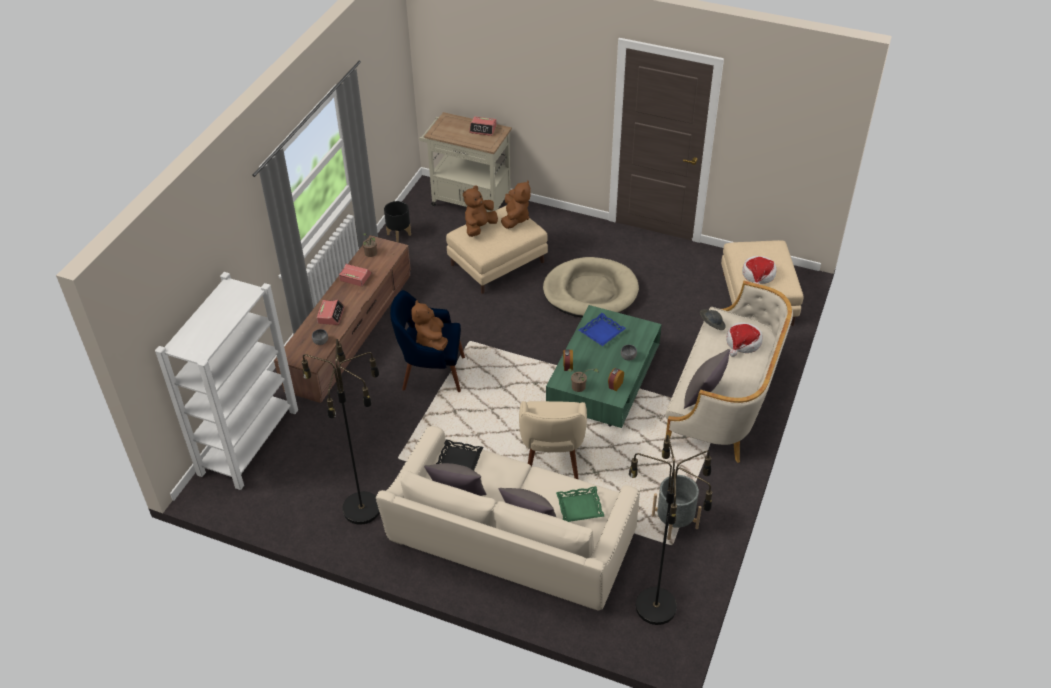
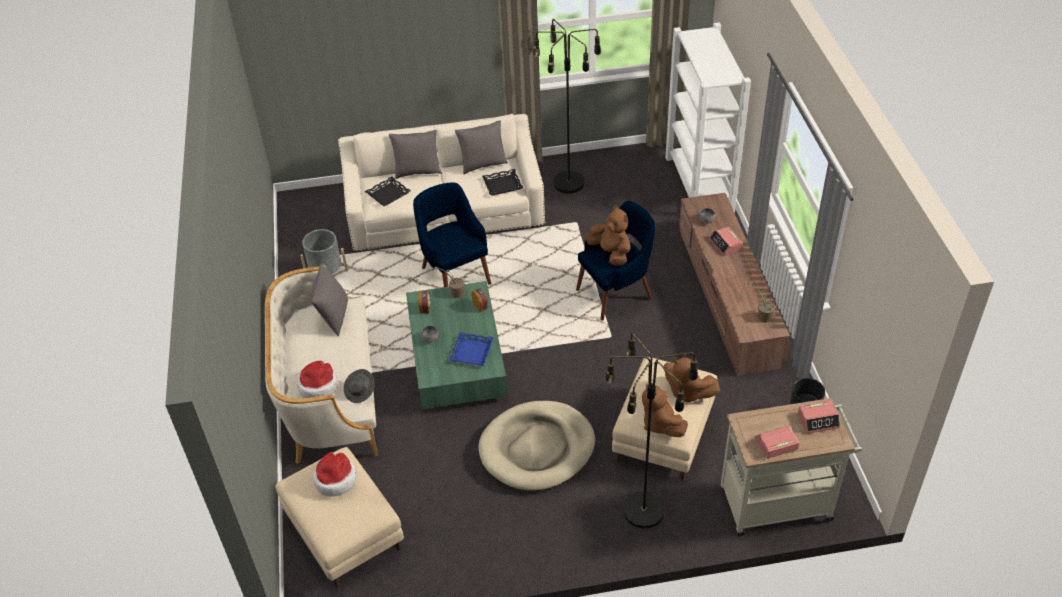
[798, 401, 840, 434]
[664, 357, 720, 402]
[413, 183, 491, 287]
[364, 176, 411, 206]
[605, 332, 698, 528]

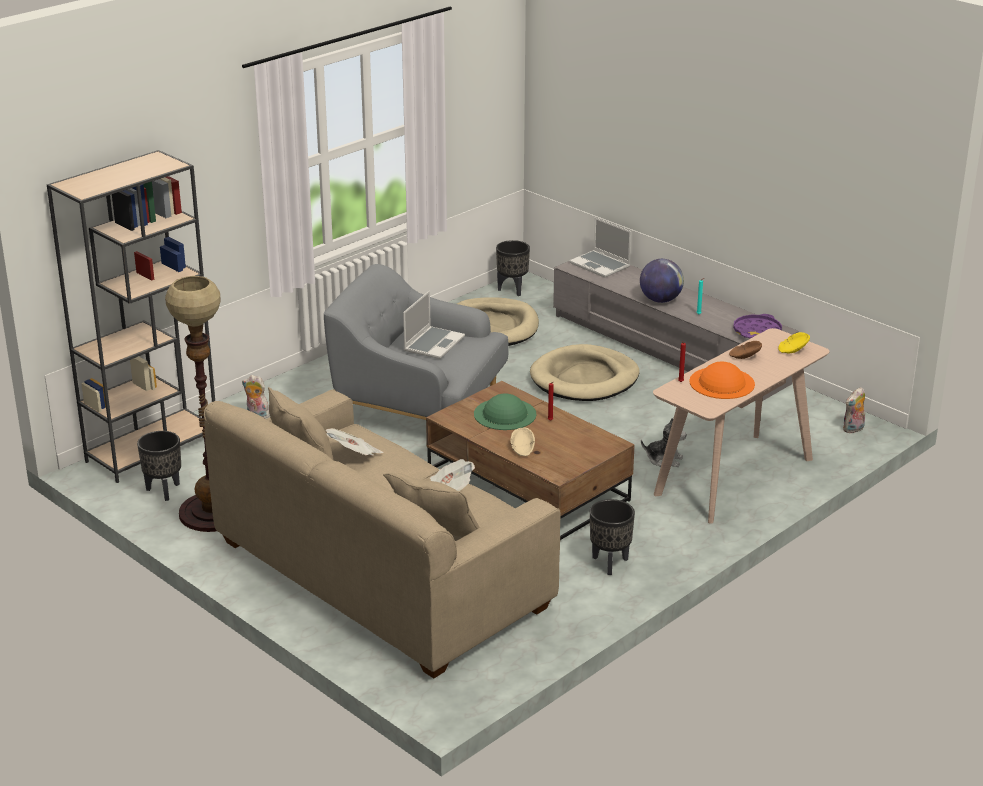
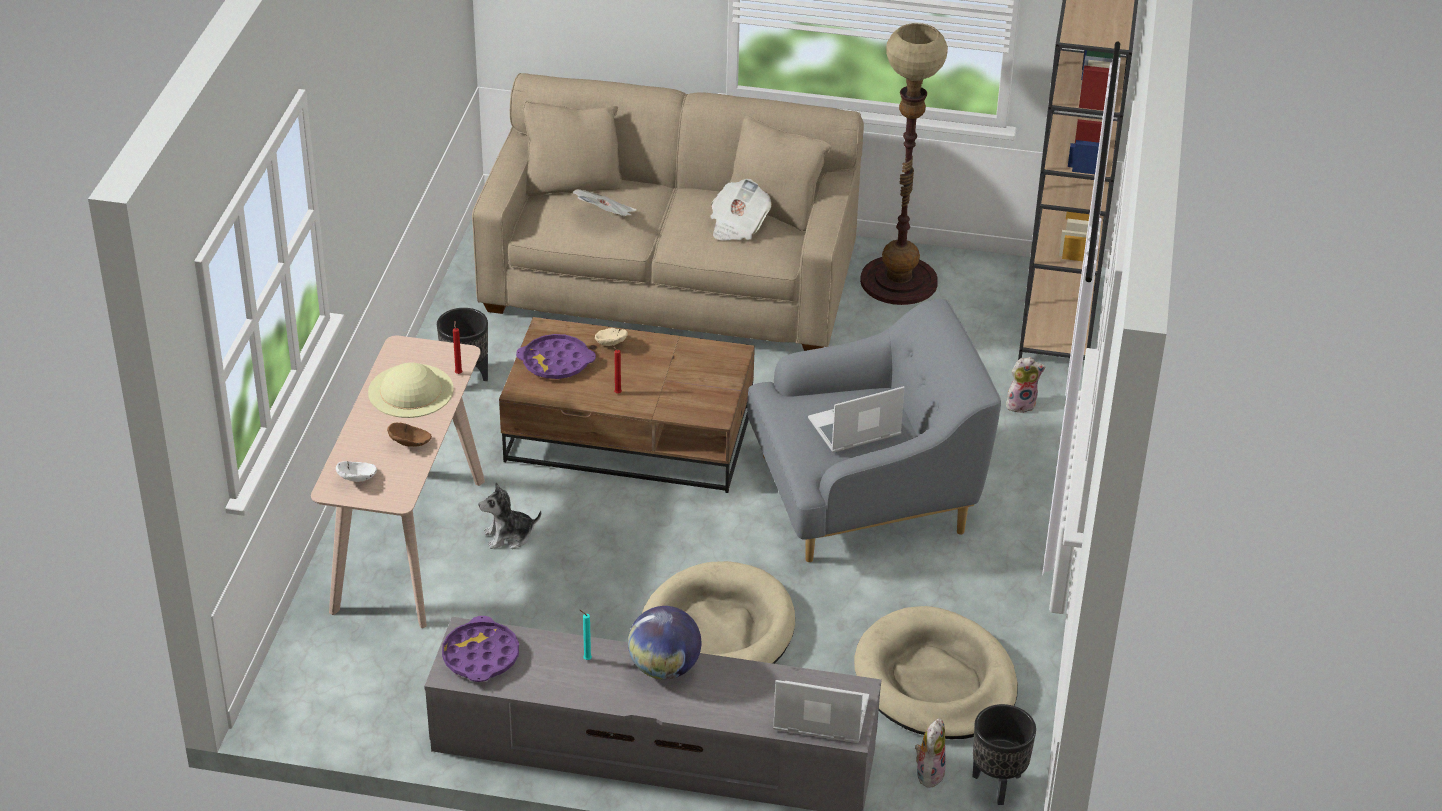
[137, 431, 181, 501] (first image)
[808, 386, 905, 452]
[474, 394, 536, 430] (first image)
[368, 363, 454, 418]
[336, 461, 377, 482]
[915, 718, 946, 788]
[516, 334, 596, 379]

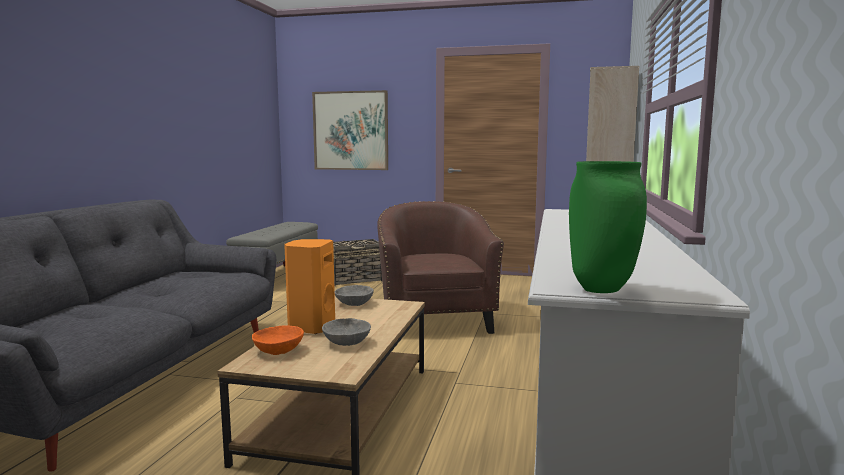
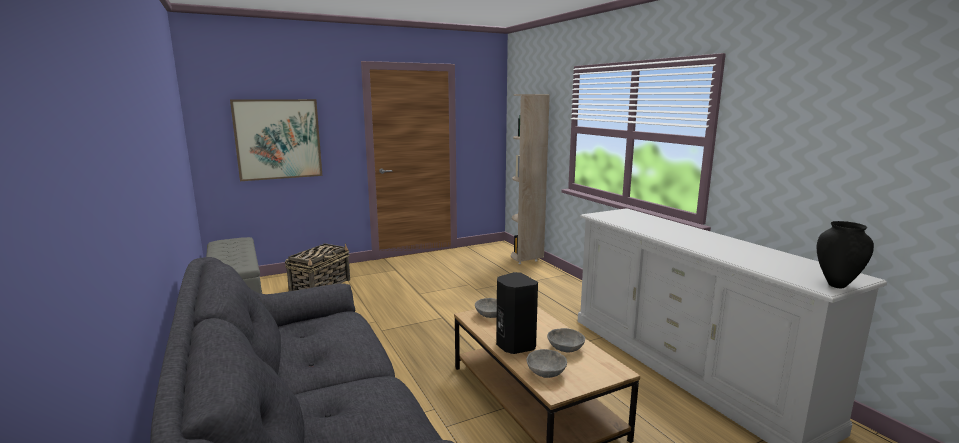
[526, 349, 567, 378]
[496, 272, 538, 354]
[377, 201, 504, 334] (first image)
[817, 221, 874, 288]

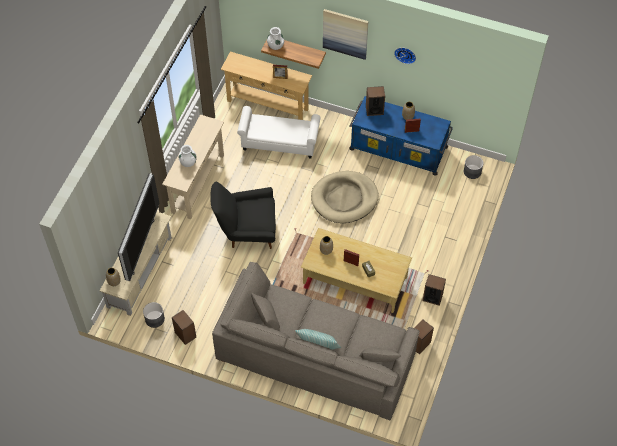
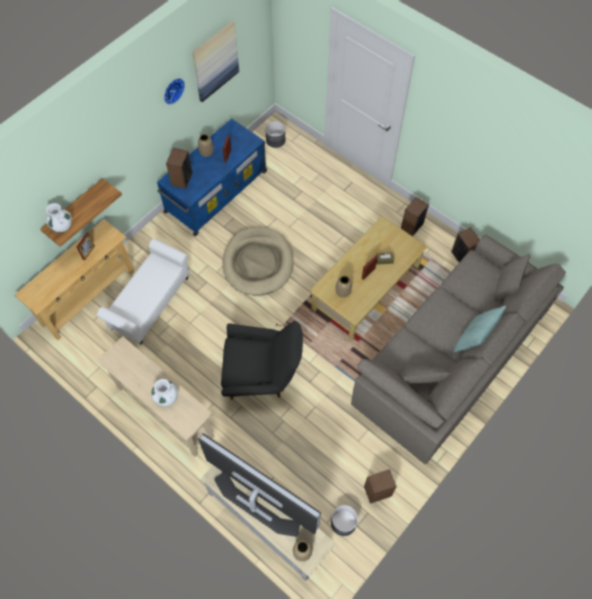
[221, 321, 303, 400]
[192, 21, 239, 102]

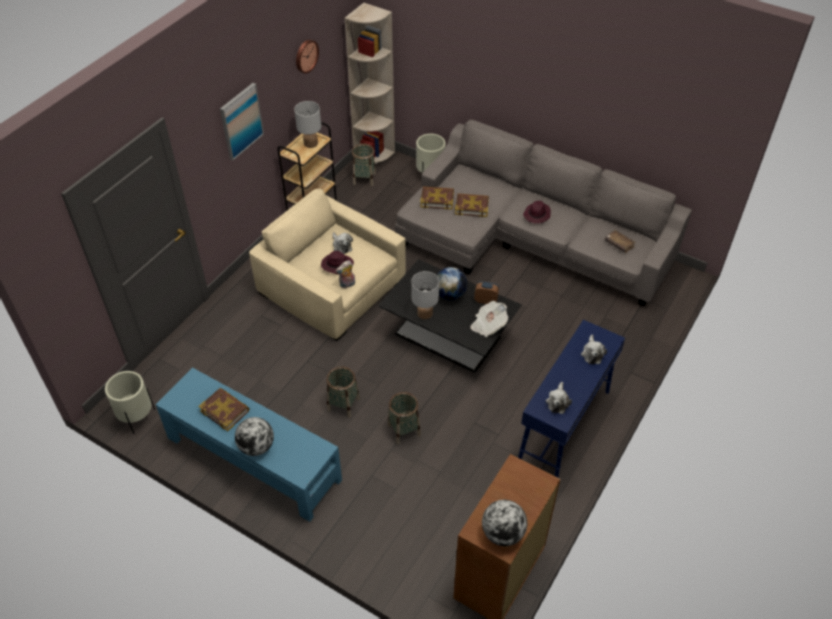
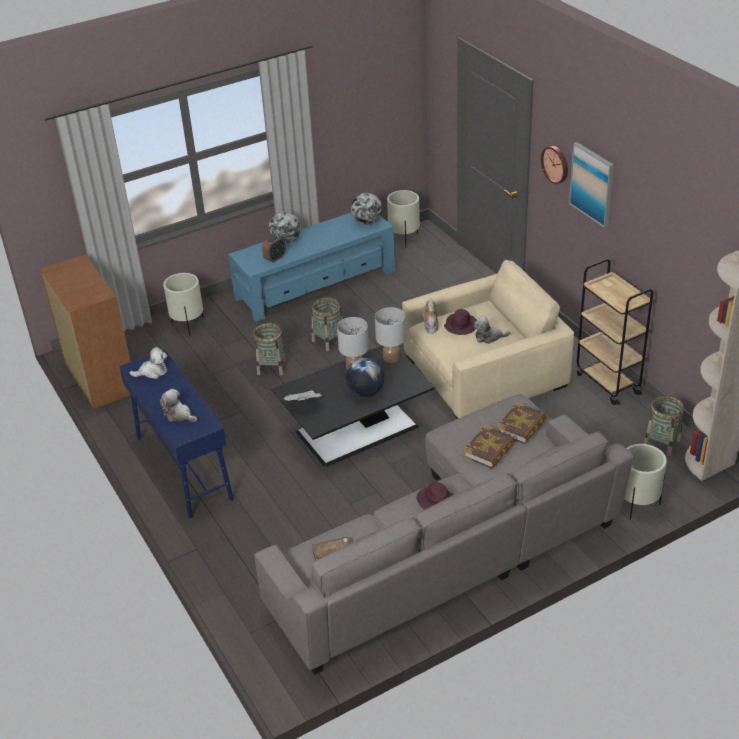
[198, 388, 249, 431] (first image)
[375, 307, 406, 363]
[541, 146, 568, 184]
[262, 235, 286, 262]
[351, 193, 382, 225]
[129, 347, 167, 379]
[163, 273, 203, 336]

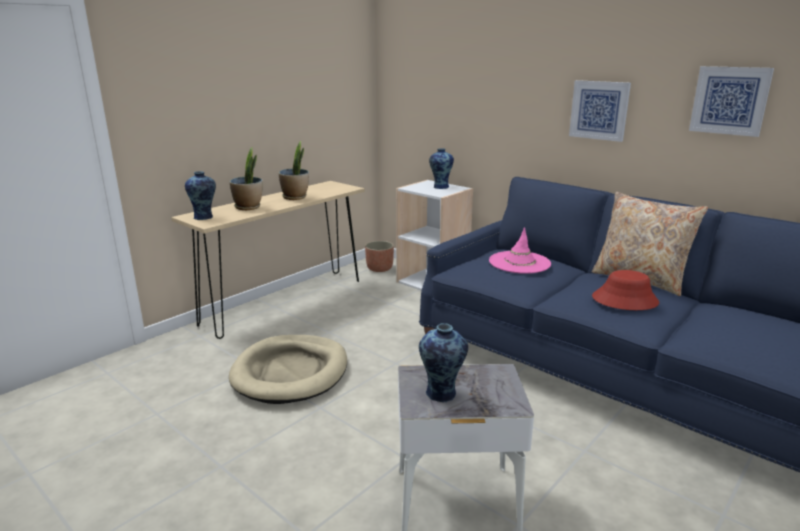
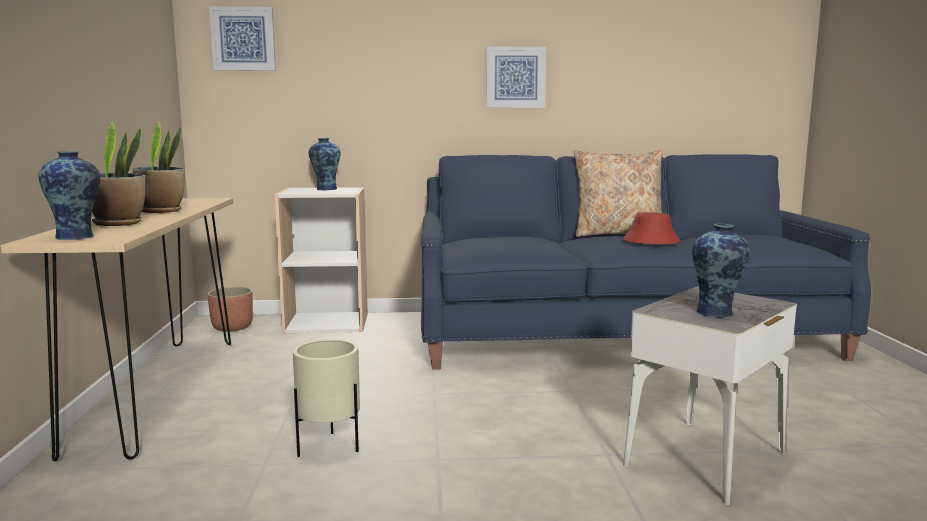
[293, 339, 360, 457]
[489, 227, 551, 274] (first image)
[209, 6, 276, 71]

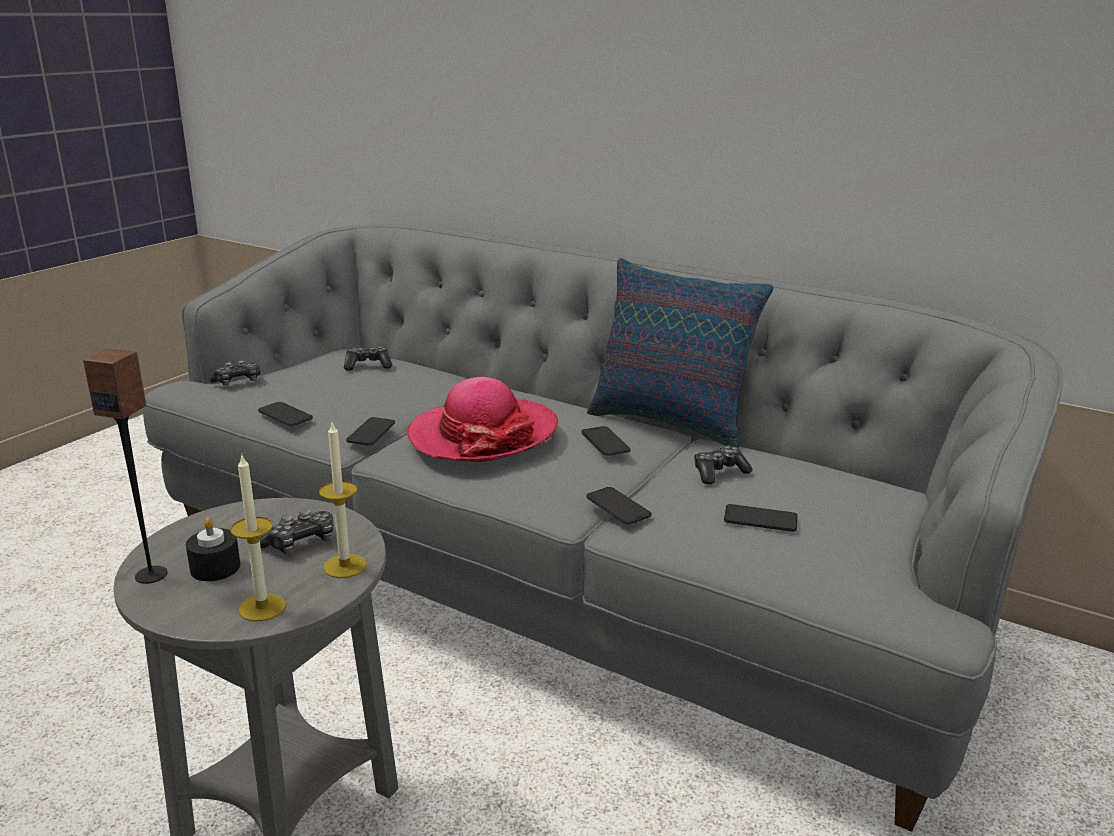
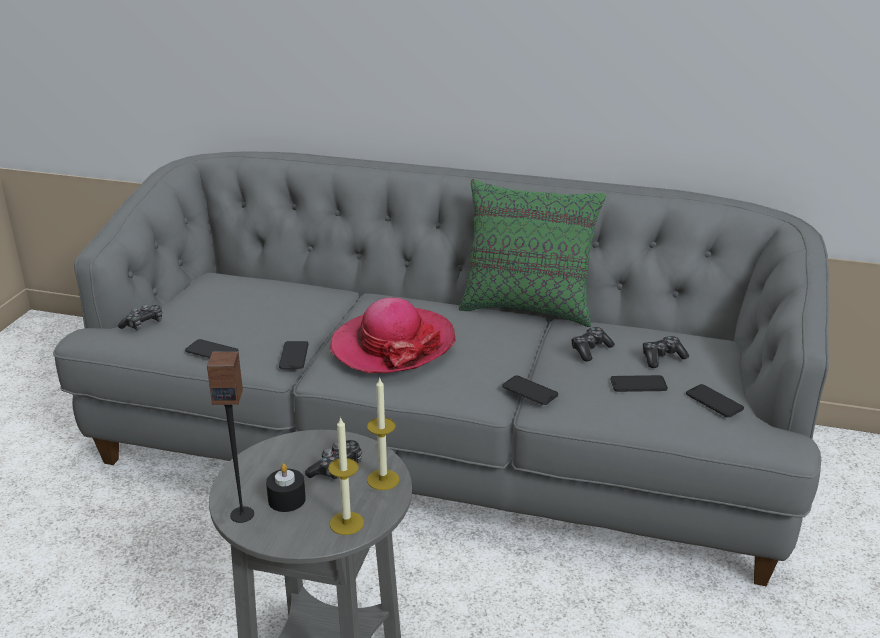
[643, 336, 689, 368]
[686, 384, 744, 417]
[459, 179, 606, 327]

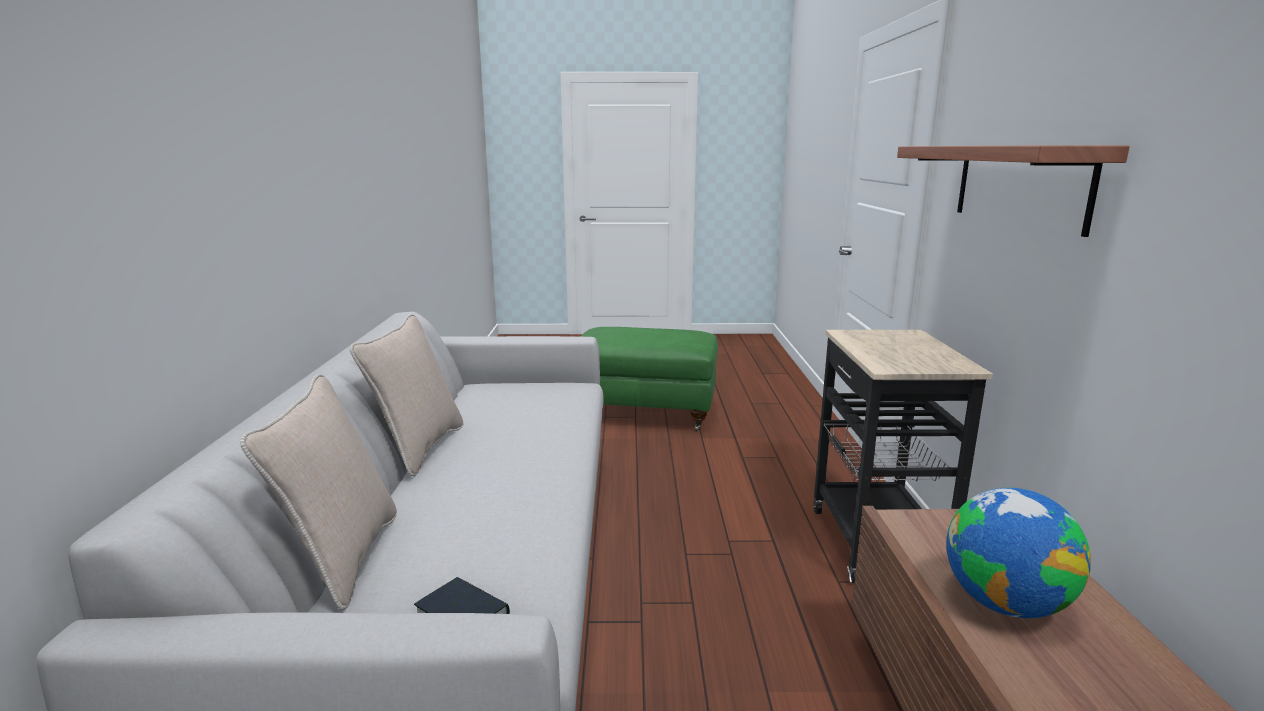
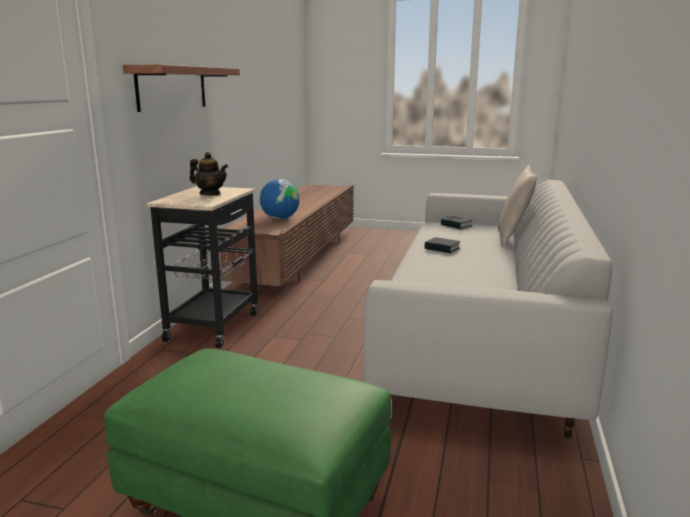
[350, 314, 463, 476] (first image)
[190, 152, 228, 195]
[424, 237, 460, 253]

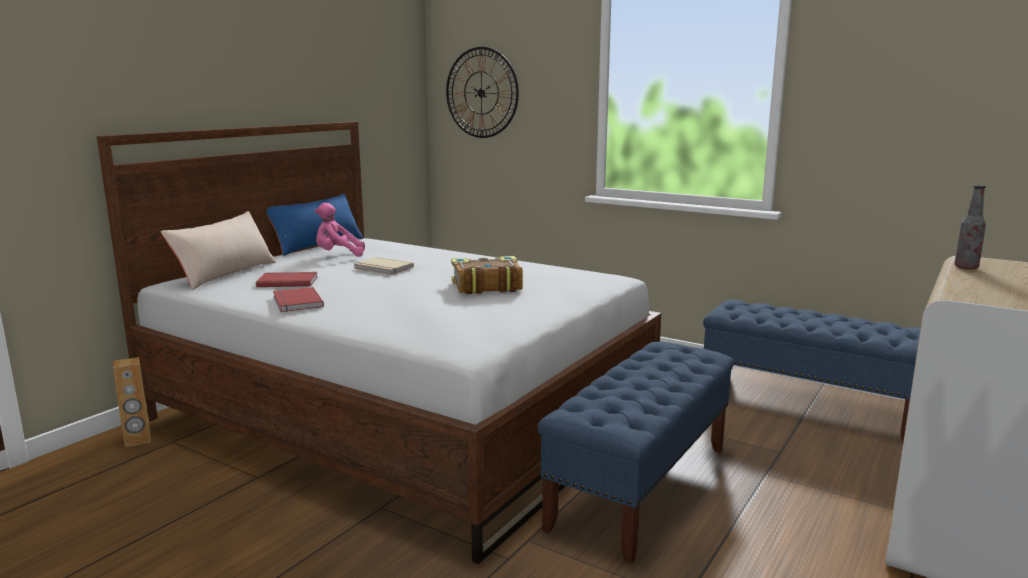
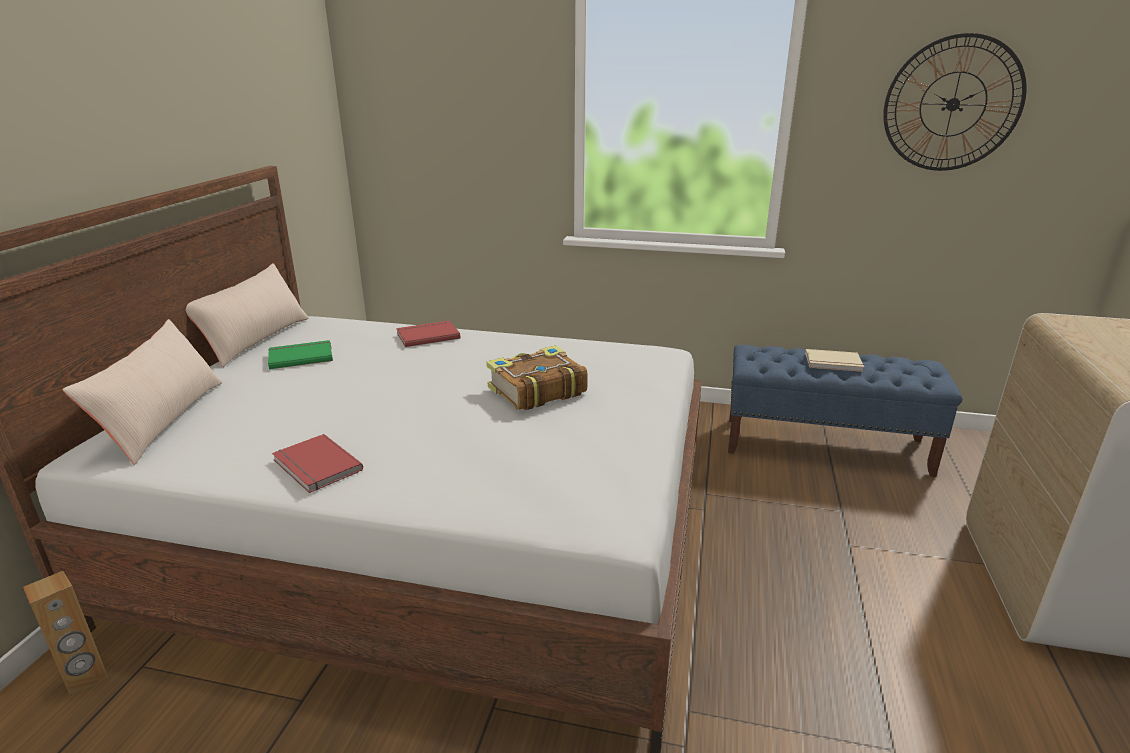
[396, 320, 460, 347]
[186, 263, 309, 367]
[268, 340, 333, 369]
[805, 349, 864, 372]
[883, 33, 1027, 171]
[537, 342, 734, 564] (first image)
[954, 185, 986, 270] (first image)

